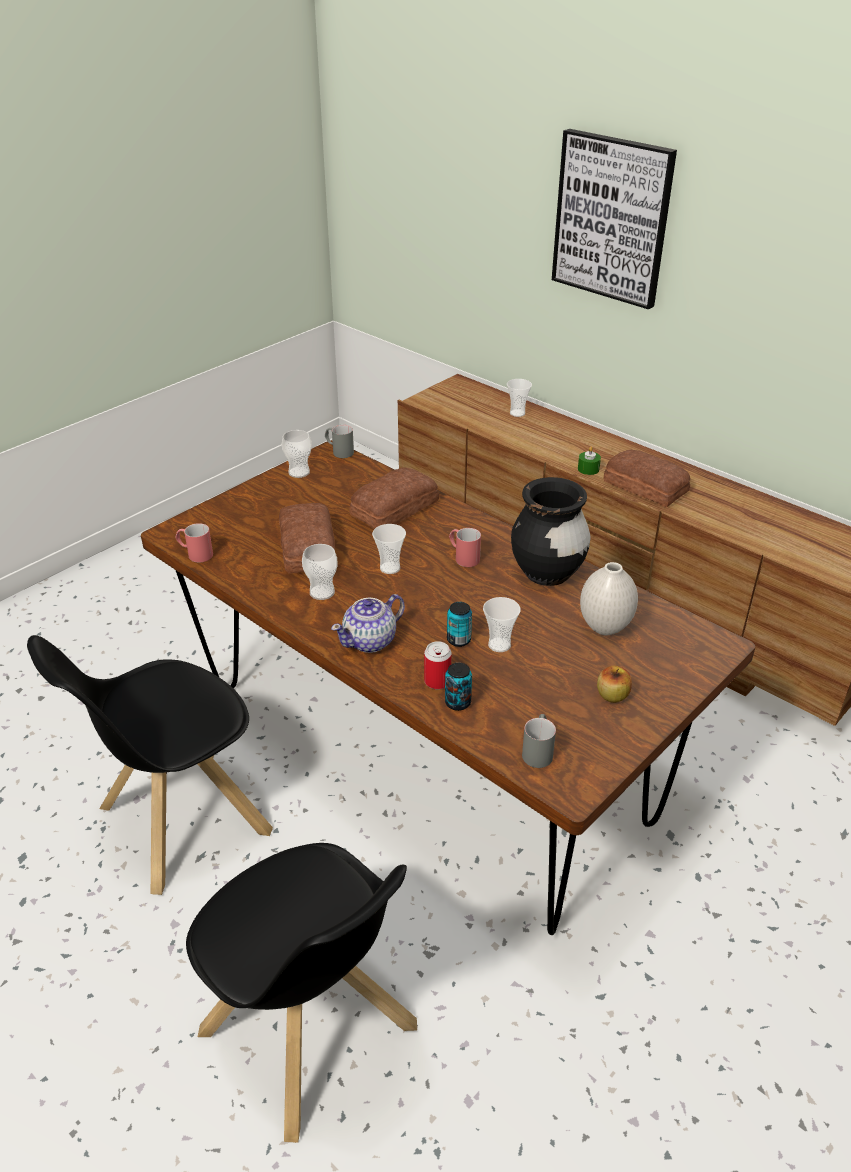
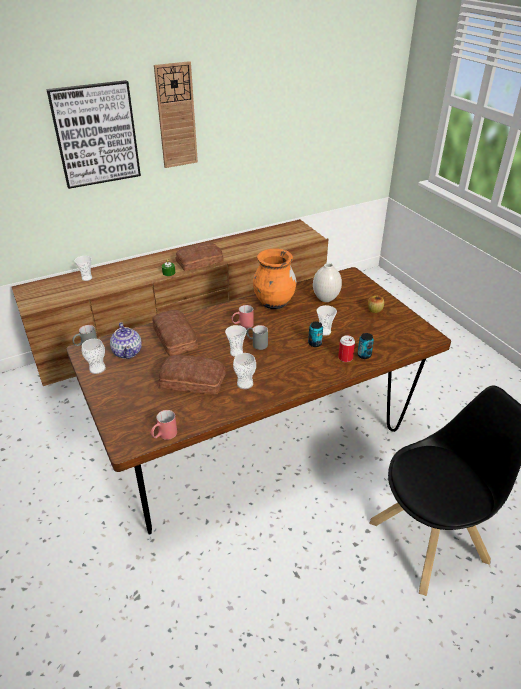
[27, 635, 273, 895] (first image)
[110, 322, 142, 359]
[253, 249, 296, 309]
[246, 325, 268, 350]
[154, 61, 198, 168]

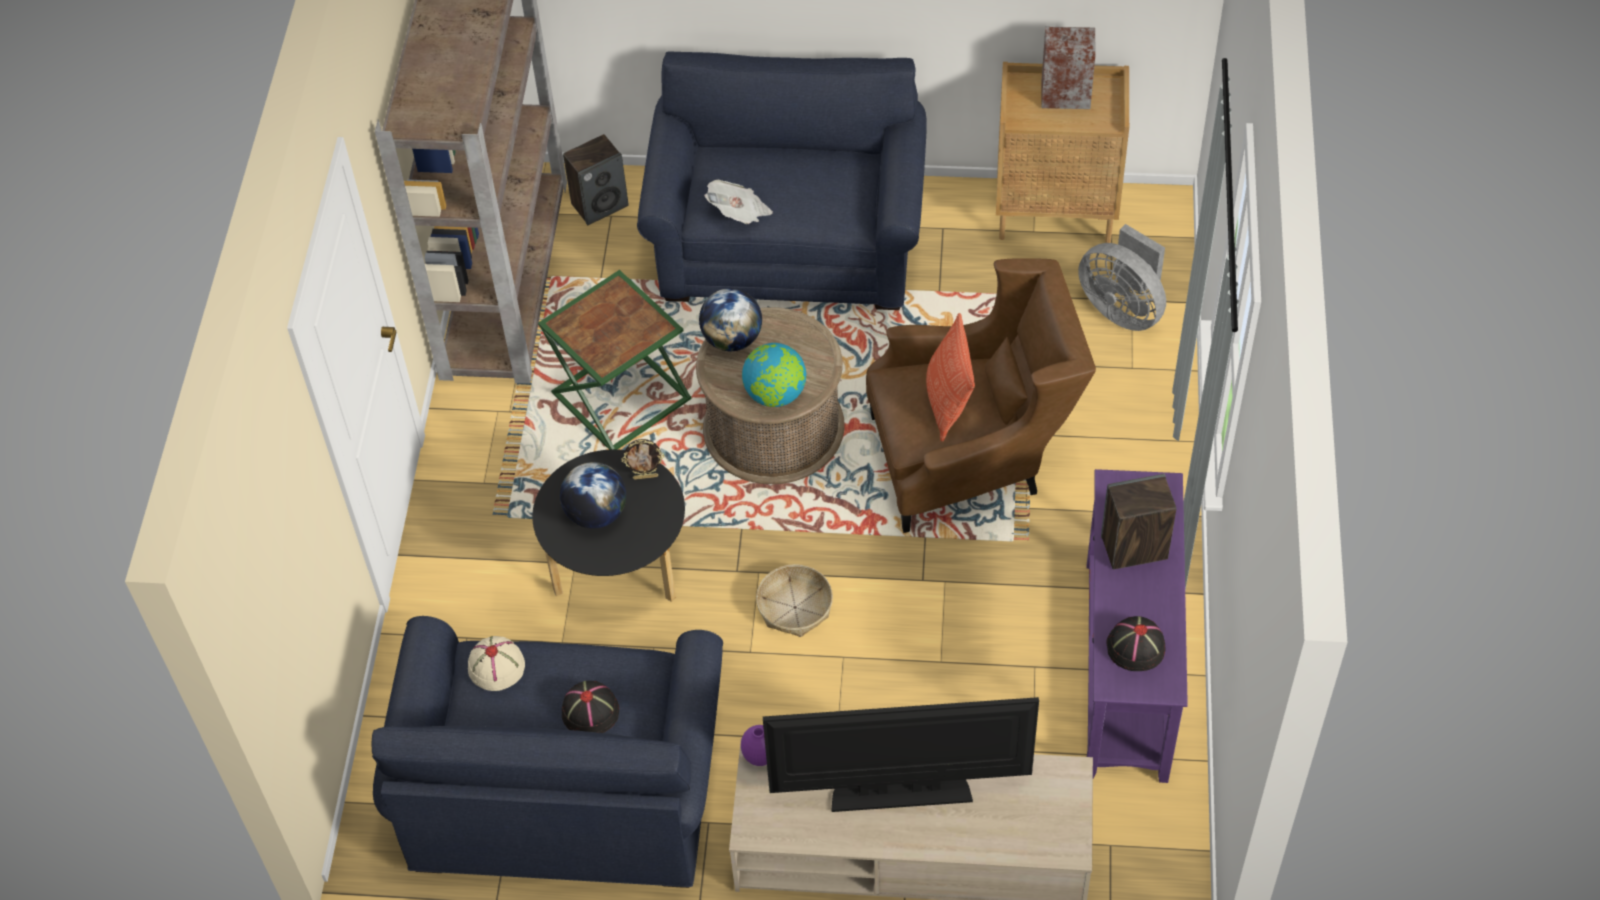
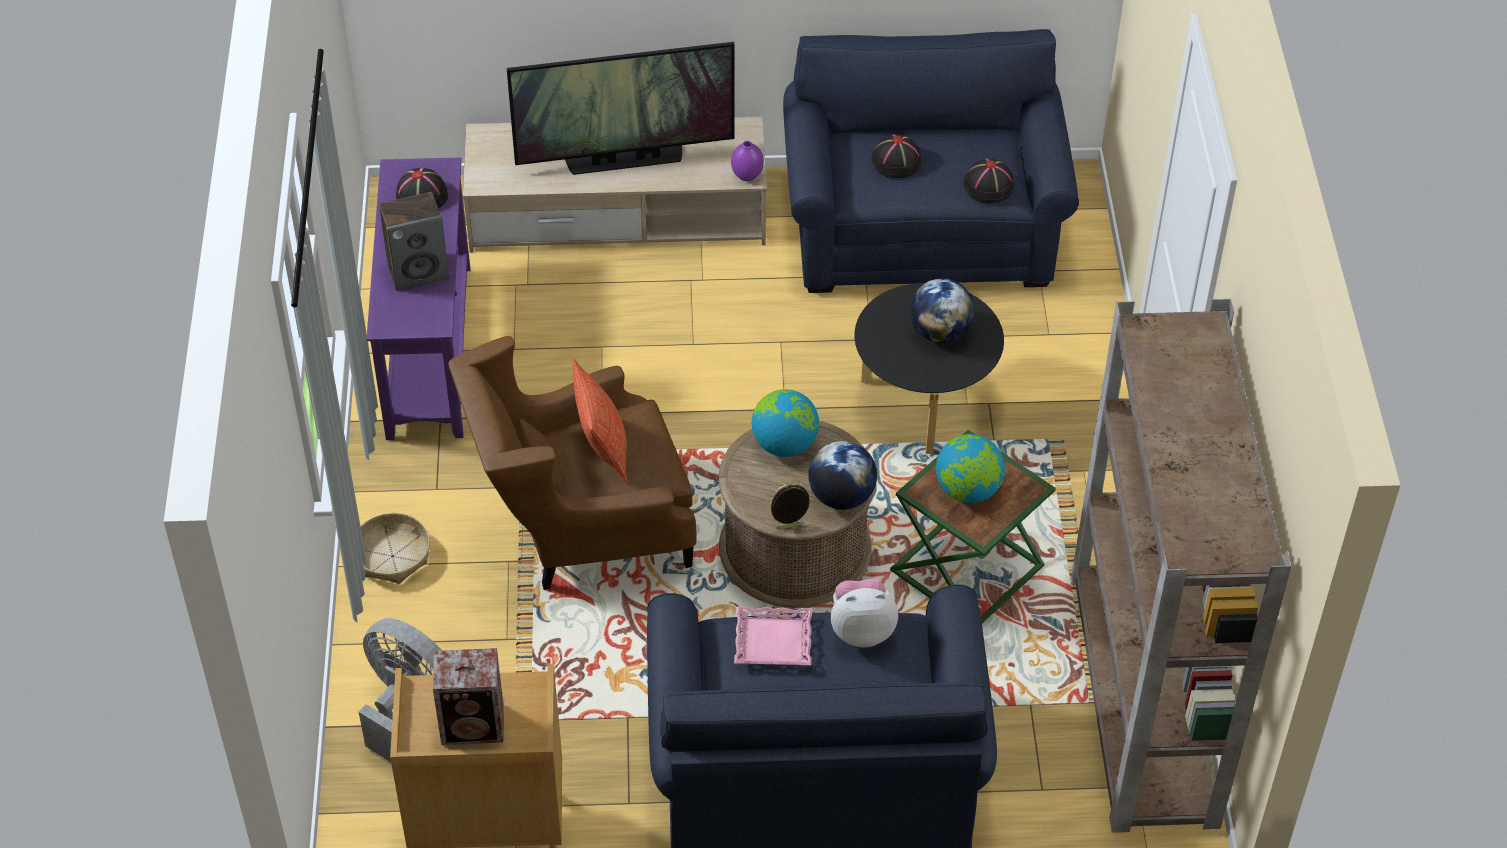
[963, 158, 1014, 203]
[563, 134, 629, 225] (first image)
[768, 482, 812, 529]
[831, 579, 898, 647]
[361, 513, 430, 584]
[734, 606, 812, 665]
[936, 434, 1005, 503]

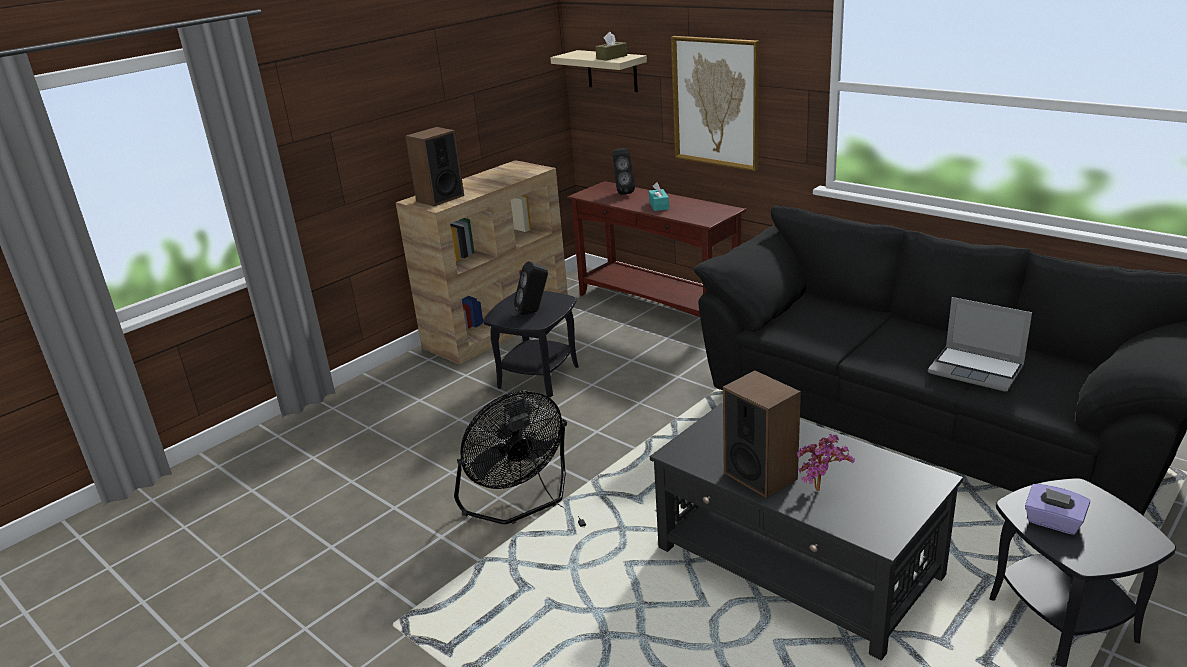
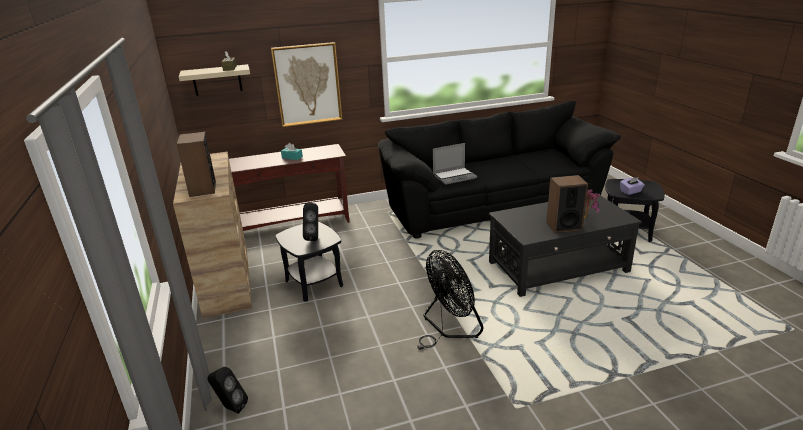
[416, 250, 483, 350]
[208, 367, 248, 414]
[433, 143, 477, 185]

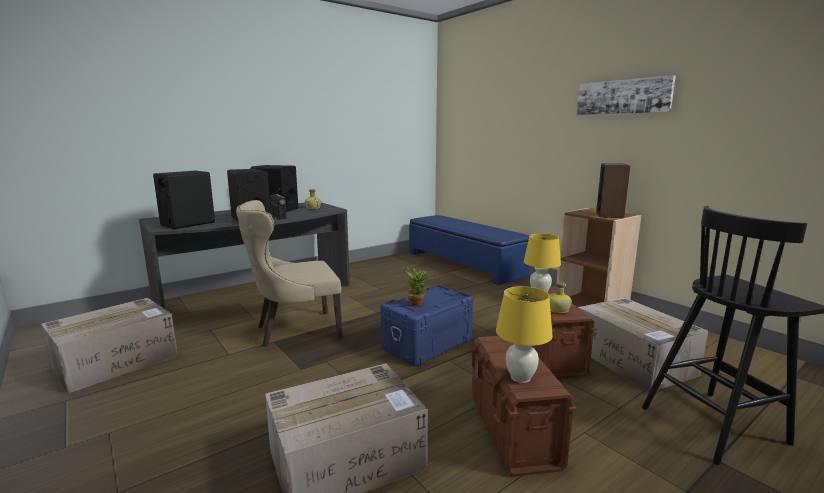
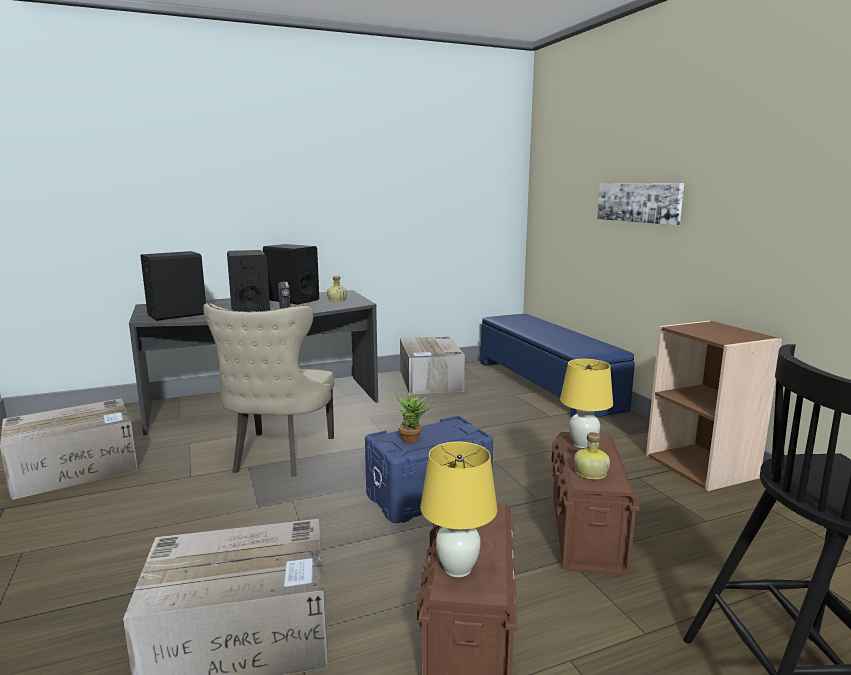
[203, 303, 334, 477]
[597, 183, 684, 225]
[400, 336, 465, 394]
[596, 163, 630, 218] (first image)

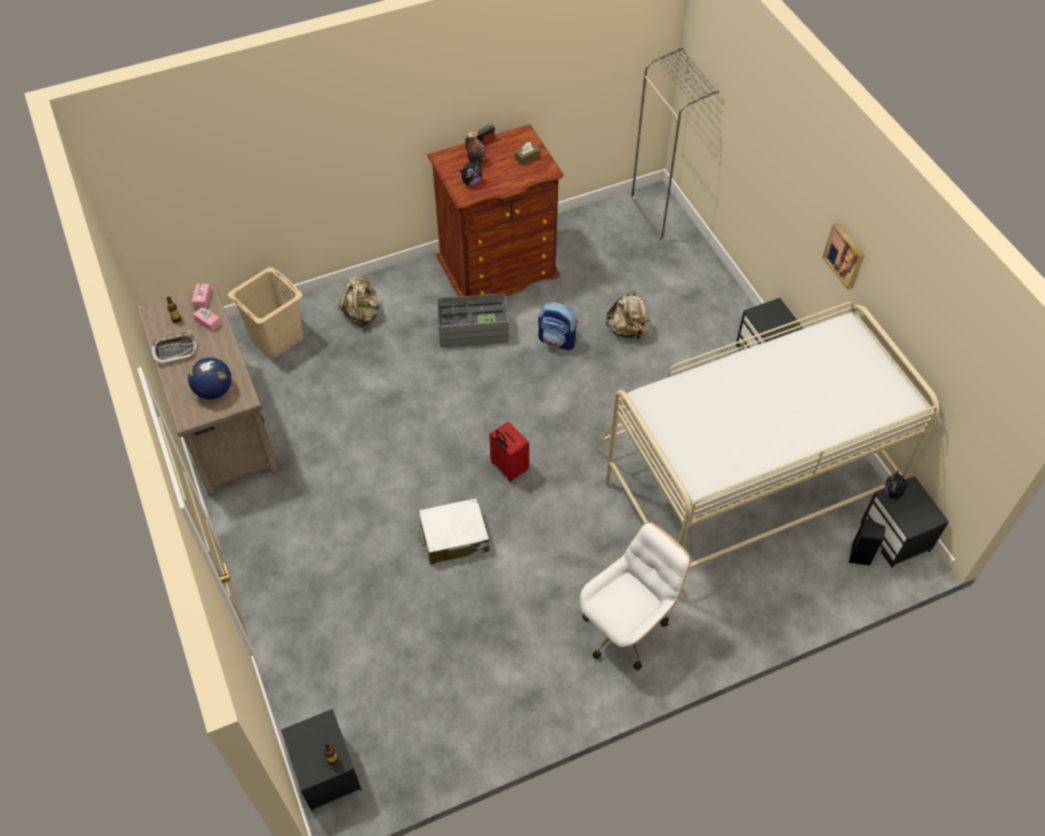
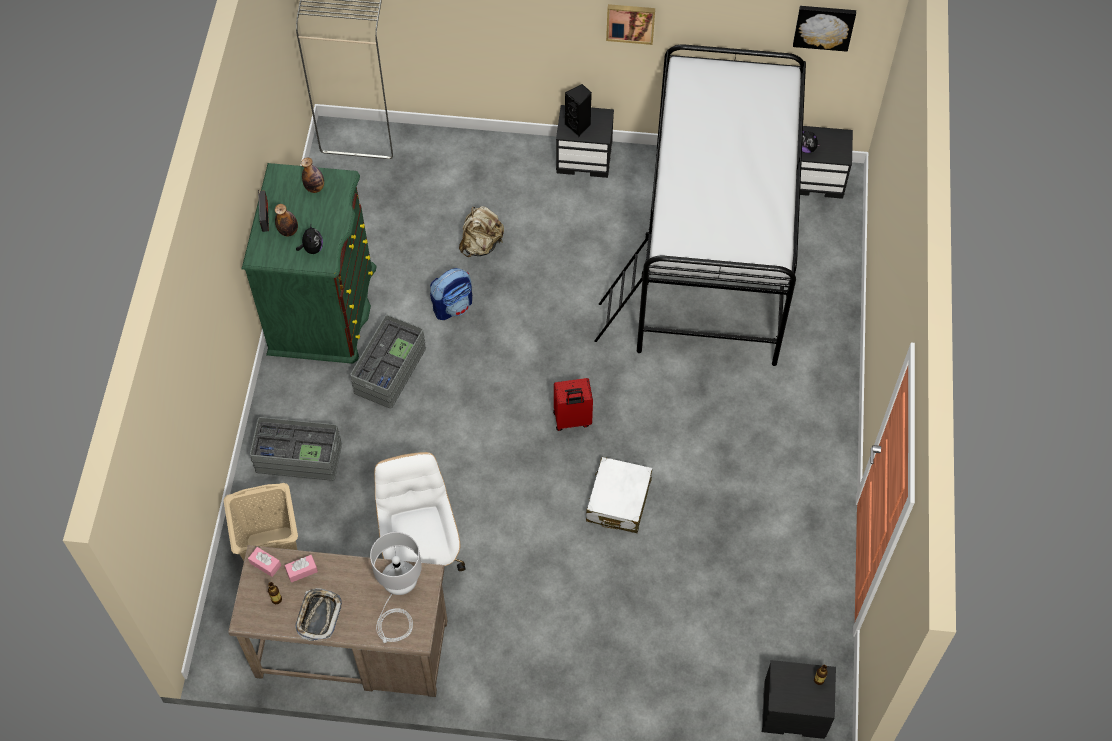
[370, 532, 422, 643]
[250, 417, 342, 481]
[242, 163, 377, 364]
[301, 158, 324, 193]
[374, 452, 466, 571]
[594, 44, 806, 366]
[565, 84, 592, 137]
[793, 6, 856, 52]

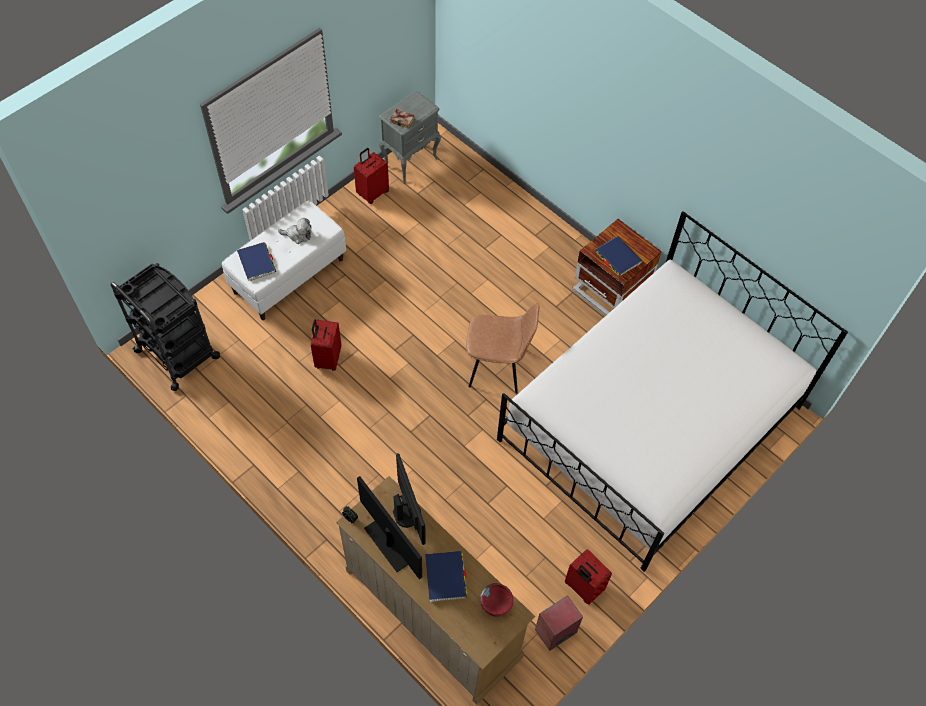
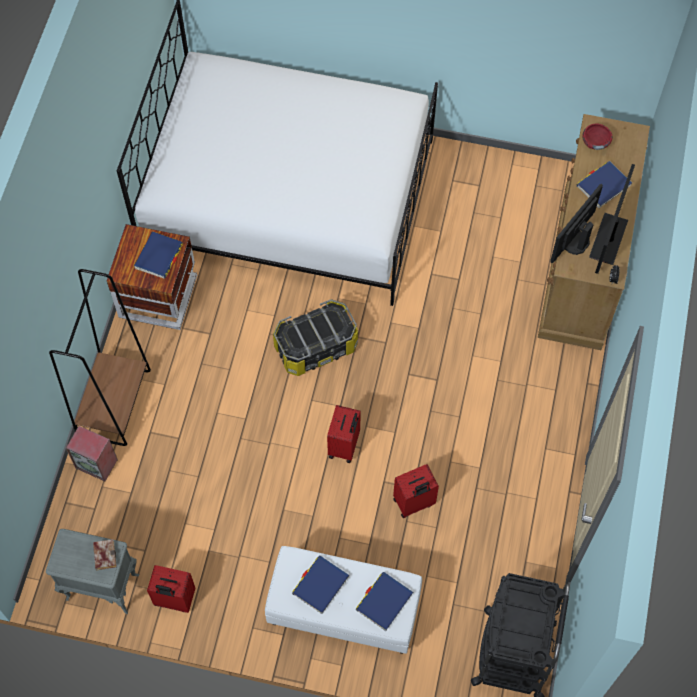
[292, 556, 349, 614]
[273, 299, 358, 376]
[66, 426, 118, 481]
[327, 405, 361, 463]
[49, 269, 151, 446]

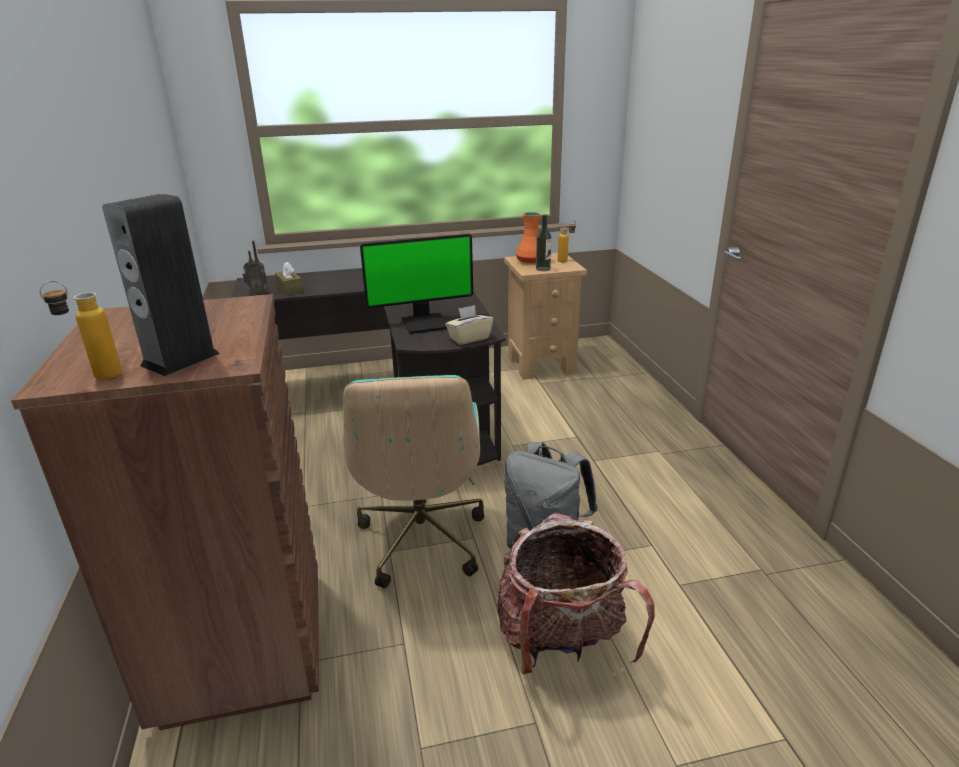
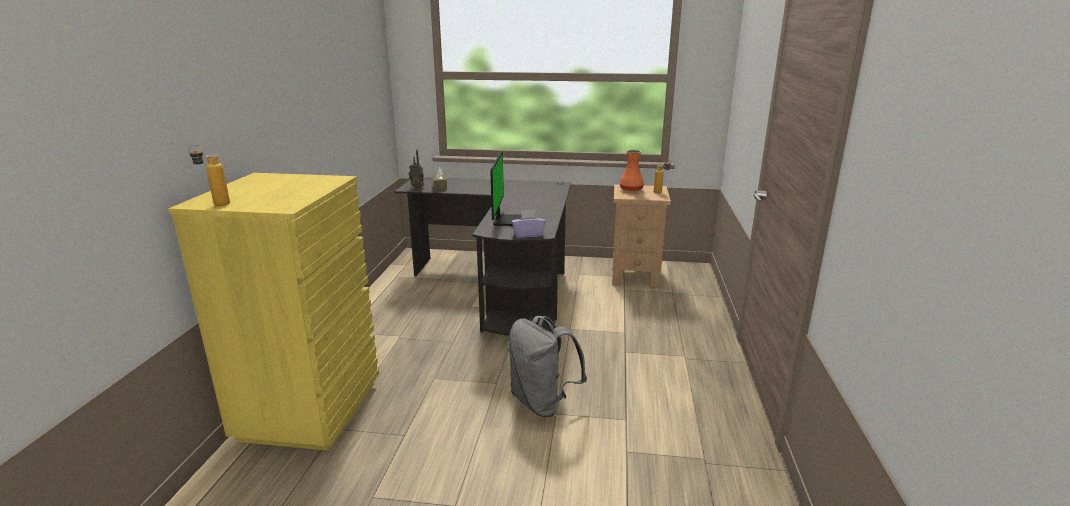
[168, 173, 379, 451]
[103, 194, 220, 376] (first image)
[343, 375, 484, 589] (first image)
[490, 151, 522, 226]
[511, 210, 546, 238]
[497, 513, 655, 674] (first image)
[536, 215, 552, 271] (first image)

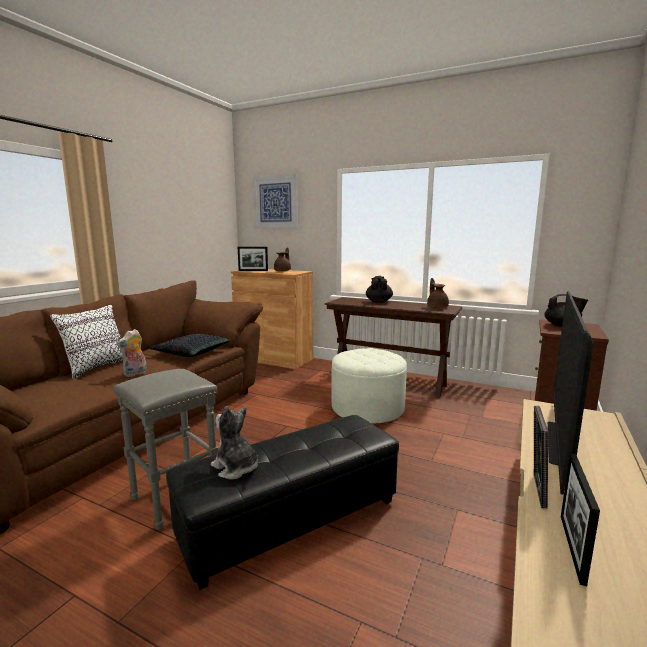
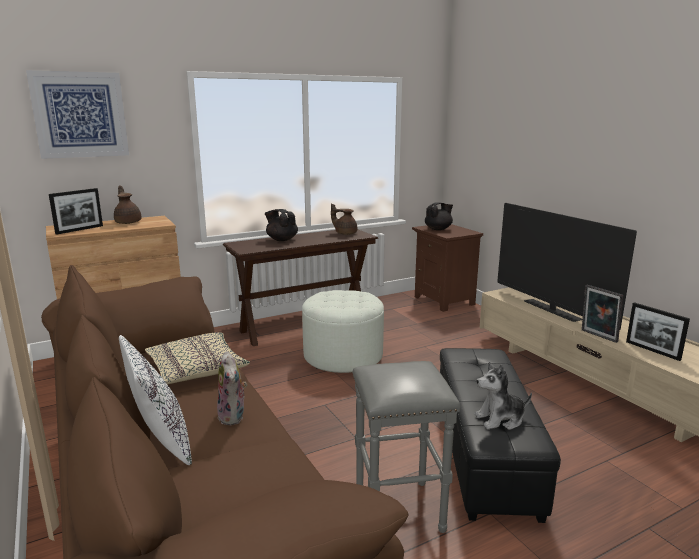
[145, 332, 250, 384]

